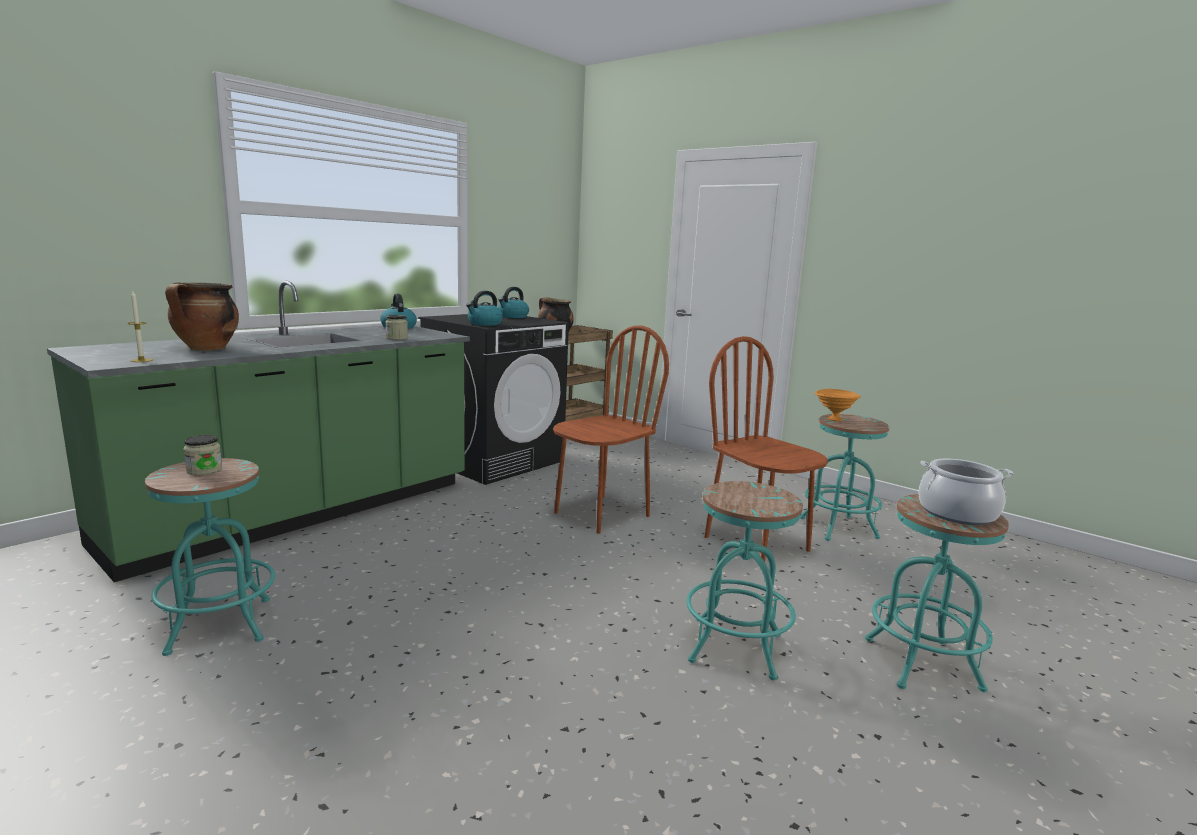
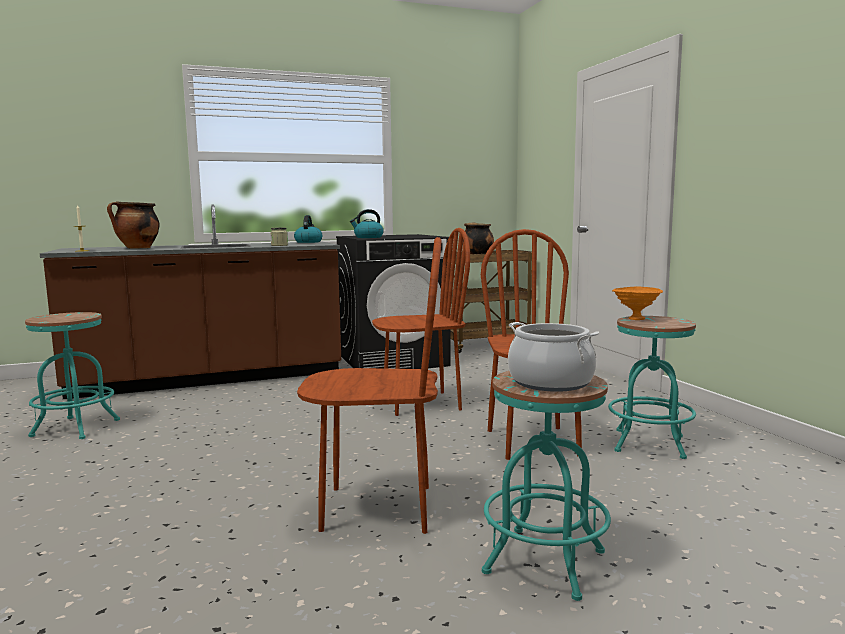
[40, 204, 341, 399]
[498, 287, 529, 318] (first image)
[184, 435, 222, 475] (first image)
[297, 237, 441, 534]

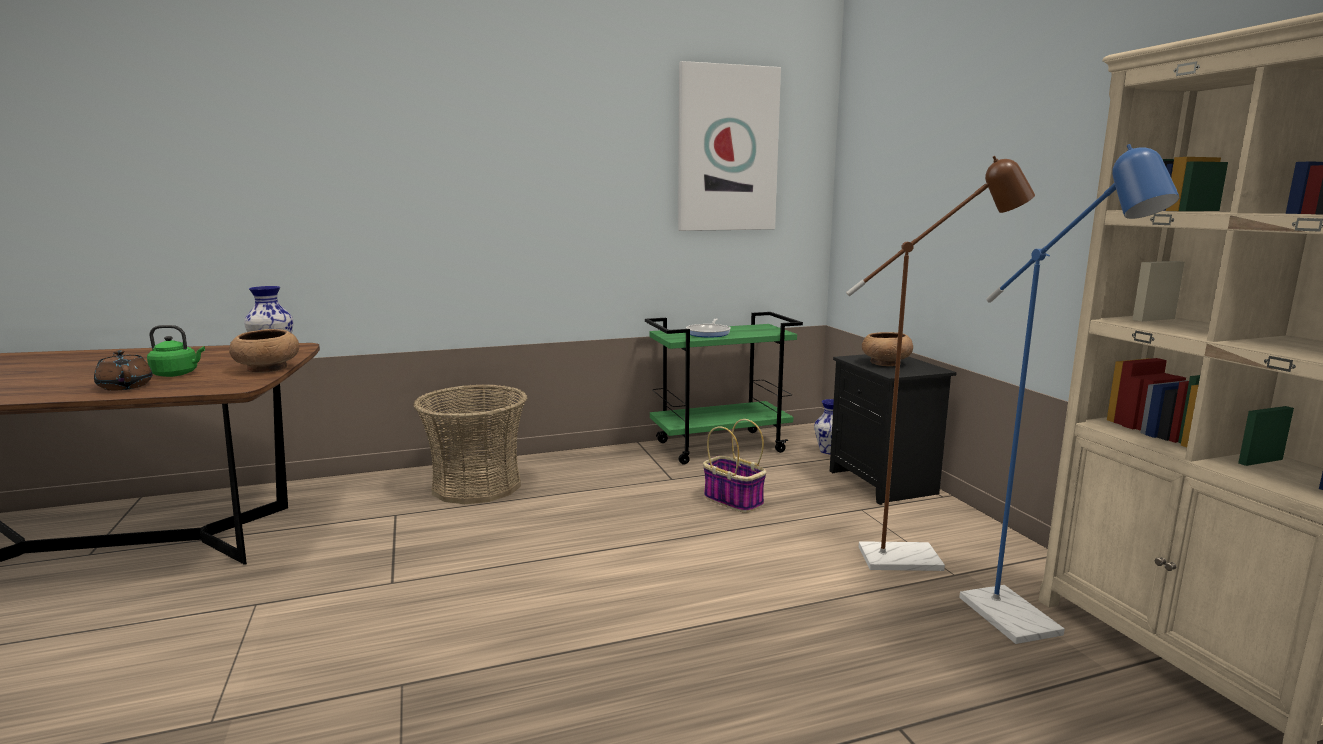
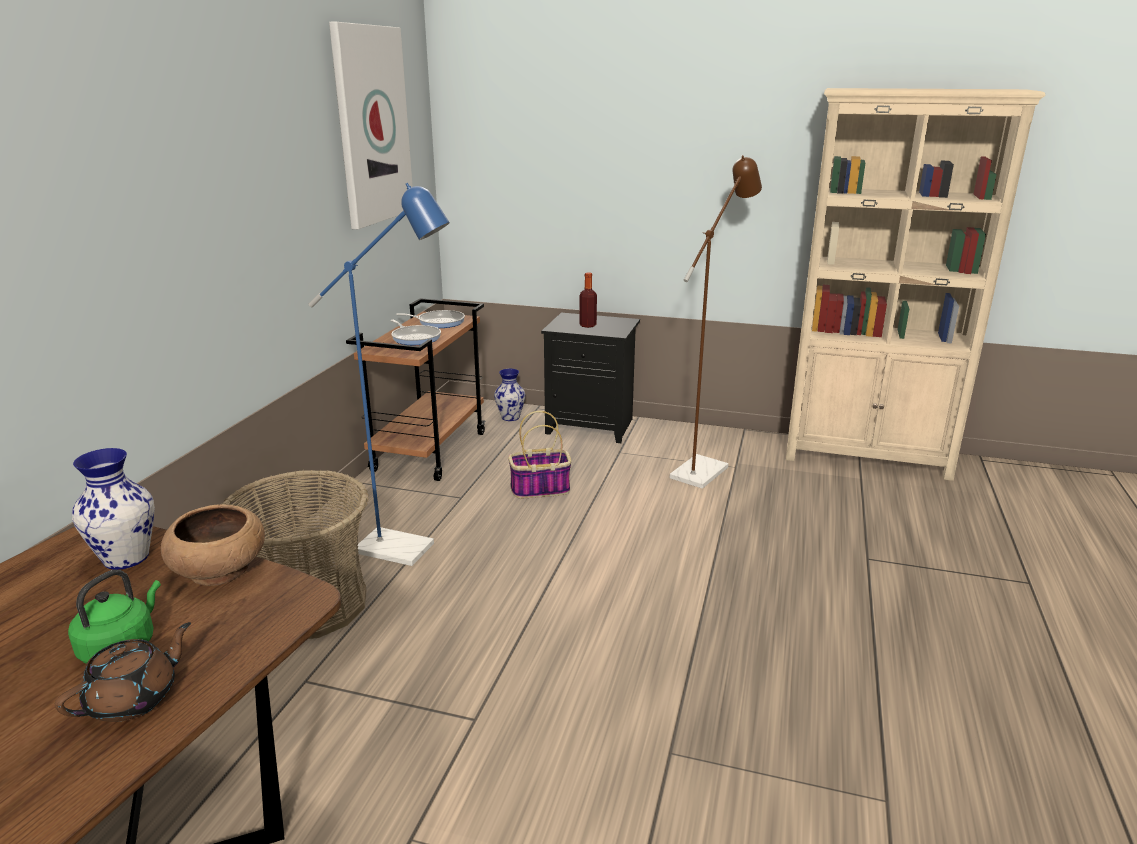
[309, 183, 450, 566]
[346, 298, 485, 481]
[579, 272, 597, 328]
[55, 622, 191, 722]
[396, 310, 465, 328]

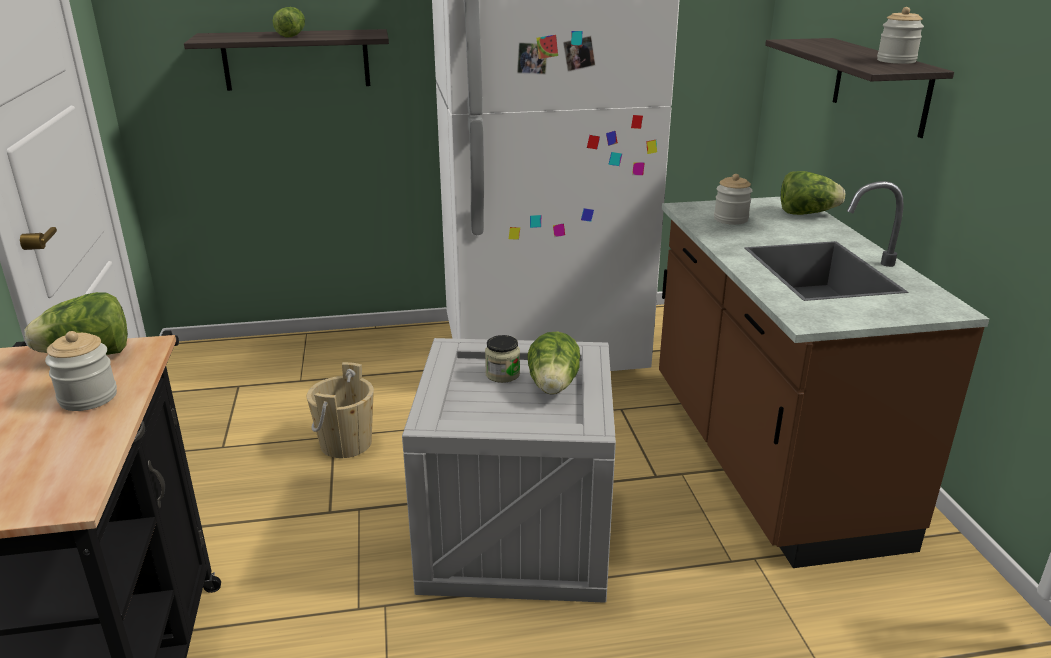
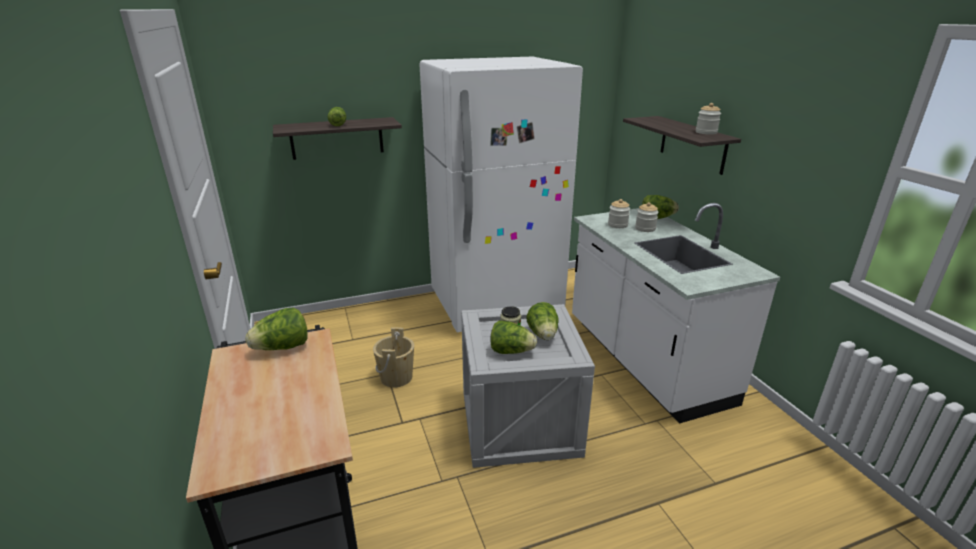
[572, 203, 780, 424]
[635, 202, 659, 232]
[490, 321, 537, 354]

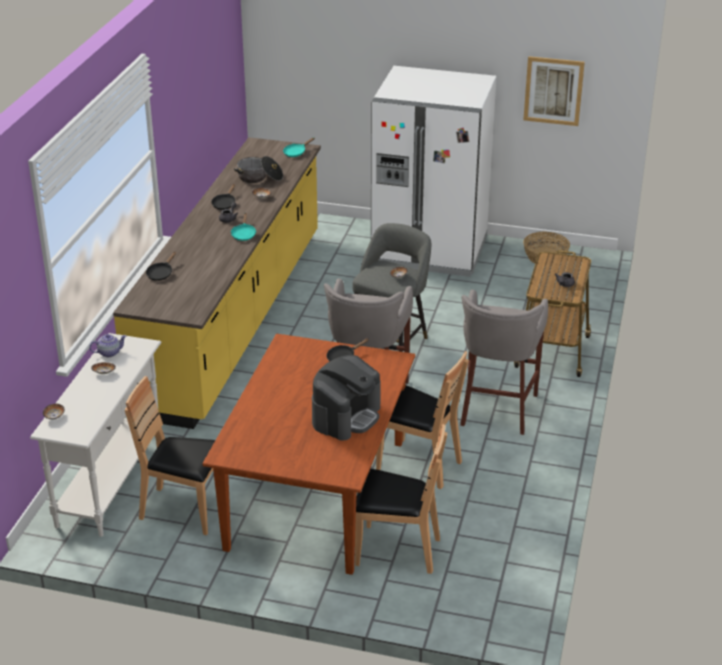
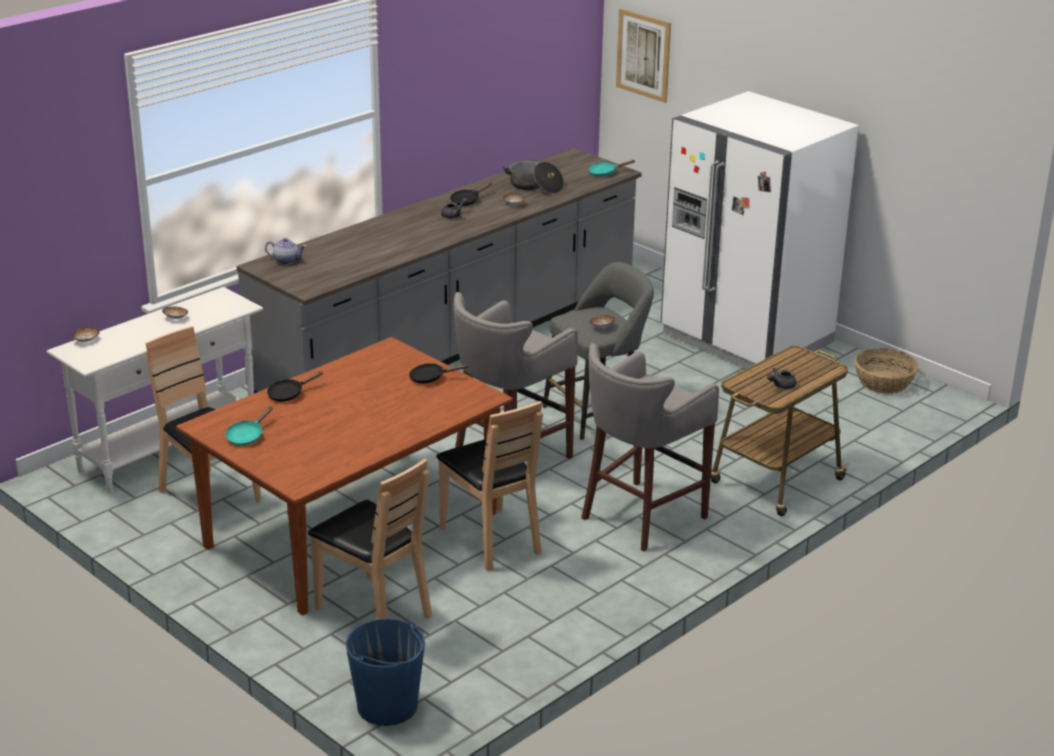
[616, 9, 671, 103]
[236, 148, 642, 396]
[225, 406, 273, 446]
[267, 371, 323, 402]
[265, 238, 306, 265]
[312, 355, 381, 440] (first image)
[345, 618, 425, 726]

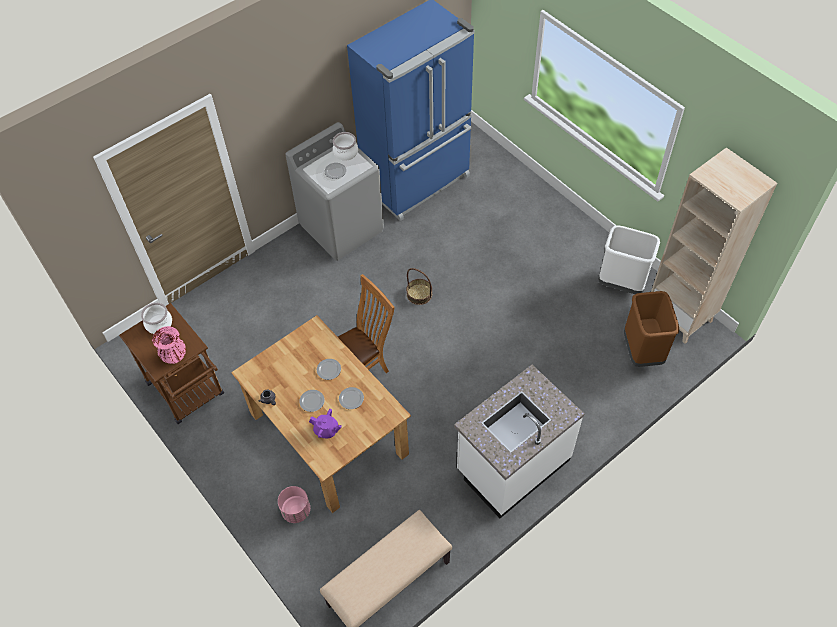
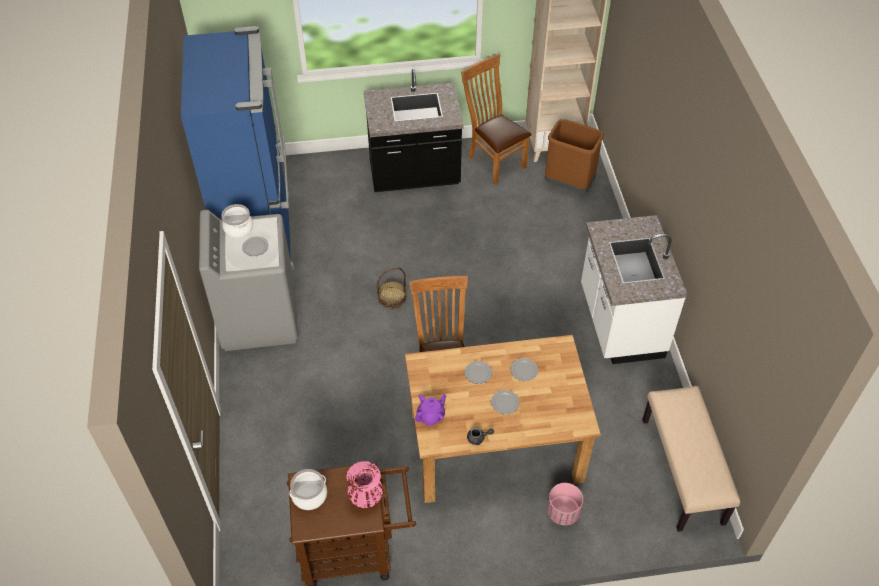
[461, 54, 532, 185]
[415, 394, 446, 426]
[364, 69, 464, 192]

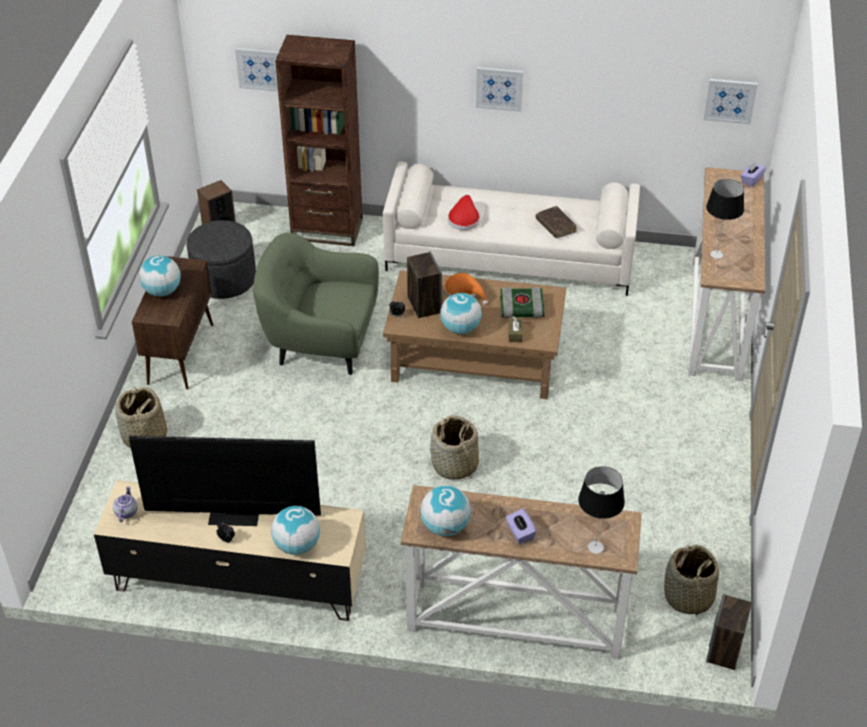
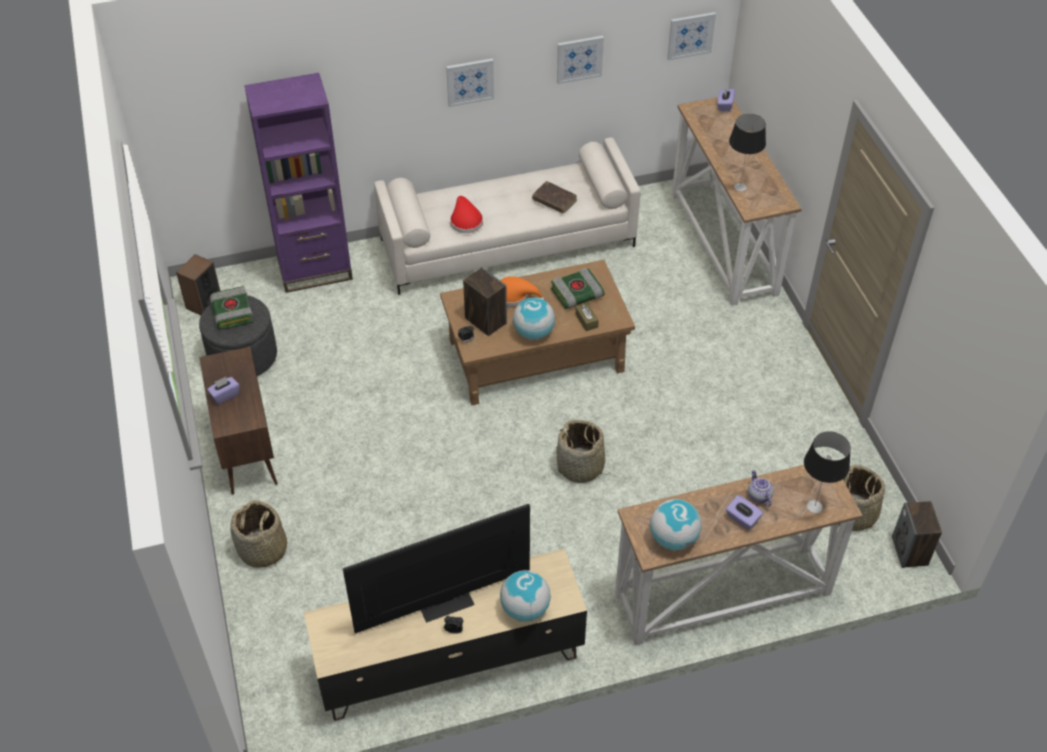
[244, 73, 353, 293]
[557, 36, 604, 84]
[253, 233, 379, 375] (first image)
[207, 377, 240, 404]
[748, 469, 773, 507]
[210, 286, 253, 329]

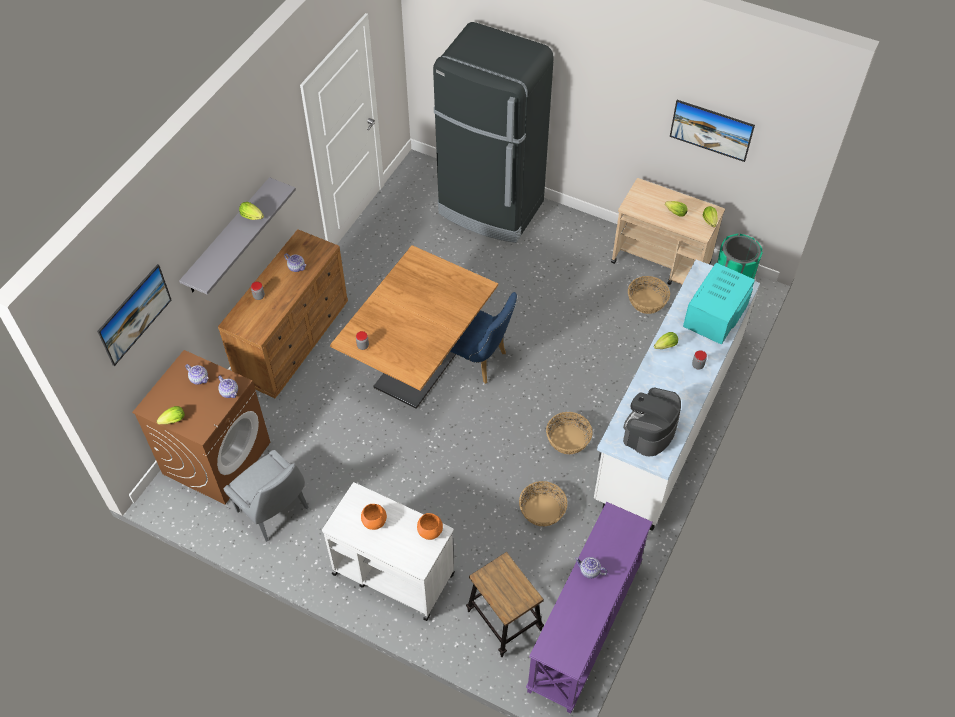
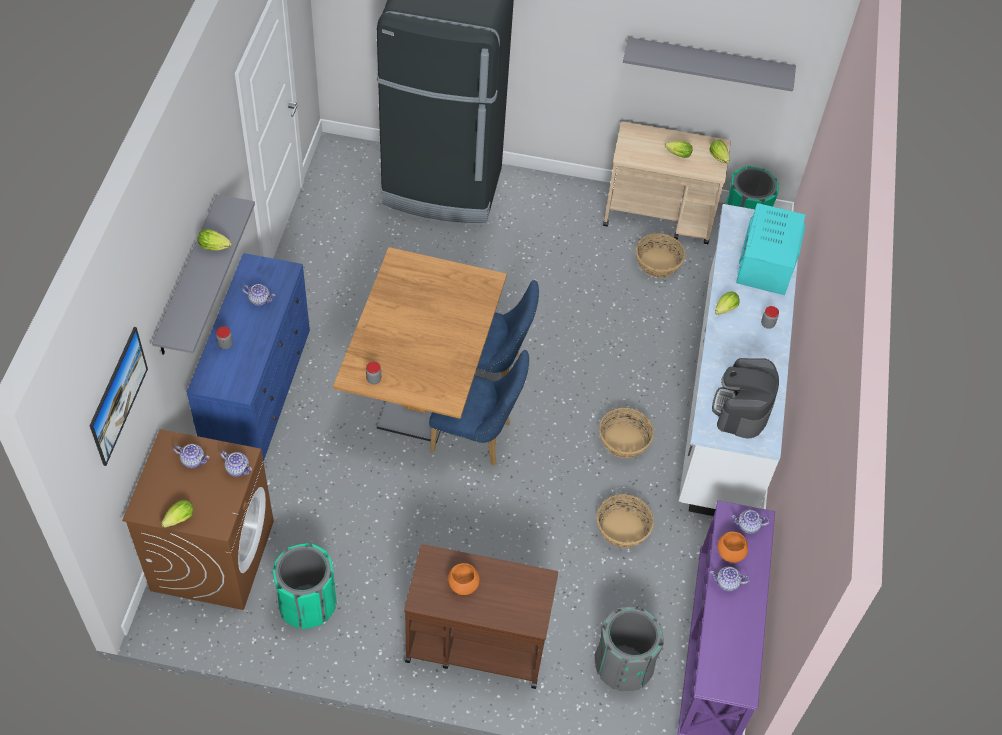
[623, 37, 796, 92]
[187, 253, 310, 462]
[272, 543, 337, 629]
[404, 544, 558, 689]
[717, 532, 748, 563]
[595, 607, 664, 691]
[429, 350, 529, 465]
[732, 510, 770, 534]

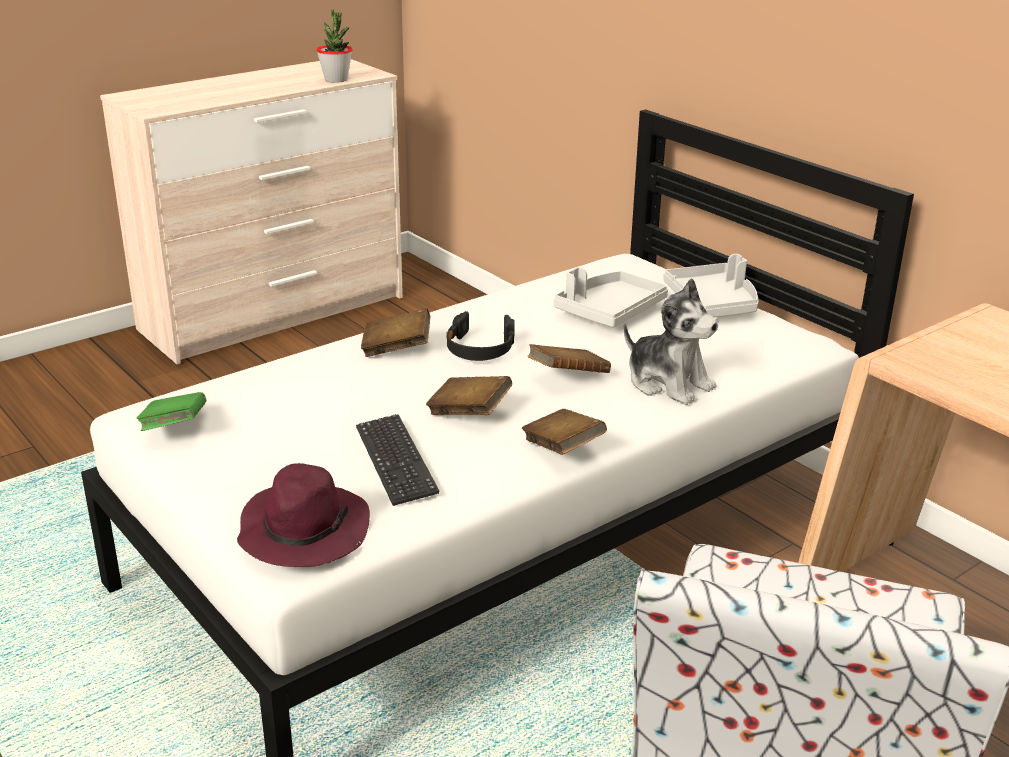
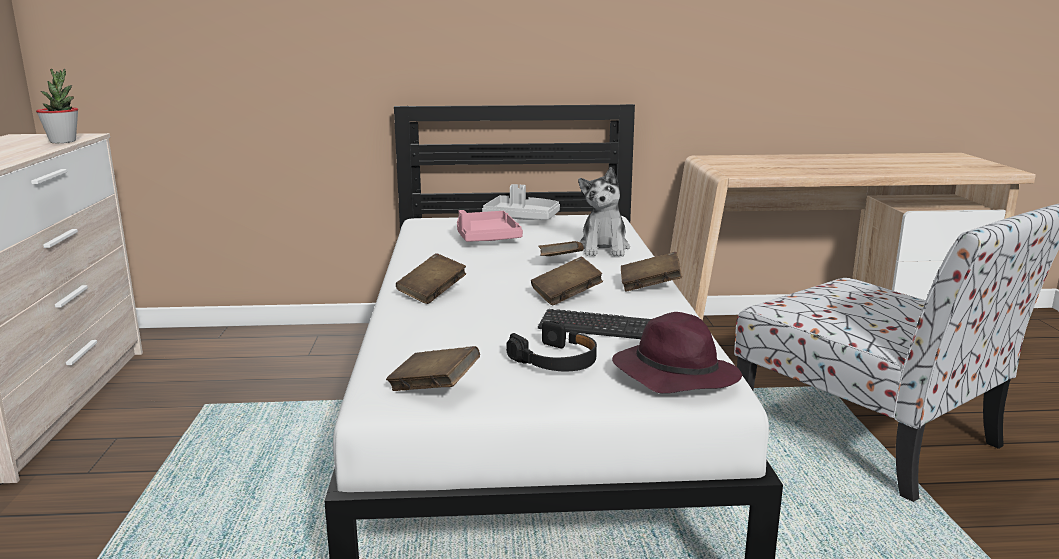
[457, 210, 523, 242]
[578, 167, 630, 257]
[506, 321, 597, 371]
[386, 346, 480, 391]

